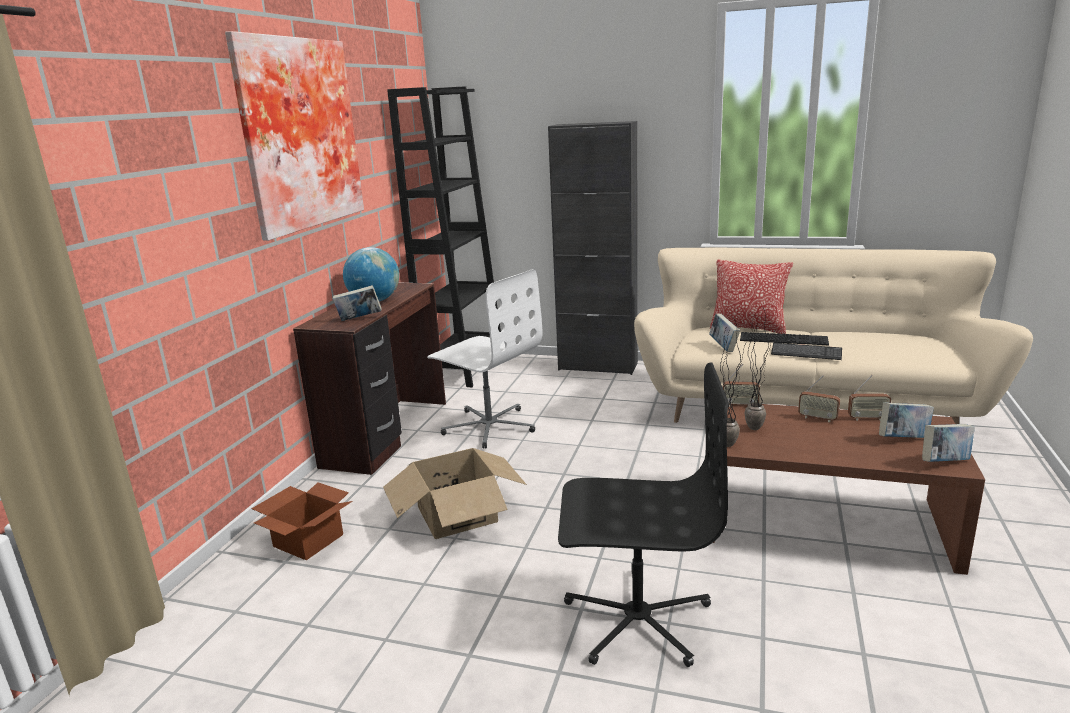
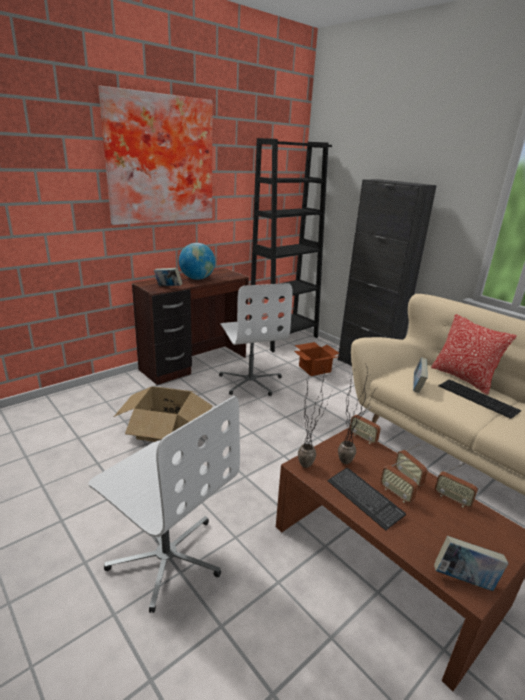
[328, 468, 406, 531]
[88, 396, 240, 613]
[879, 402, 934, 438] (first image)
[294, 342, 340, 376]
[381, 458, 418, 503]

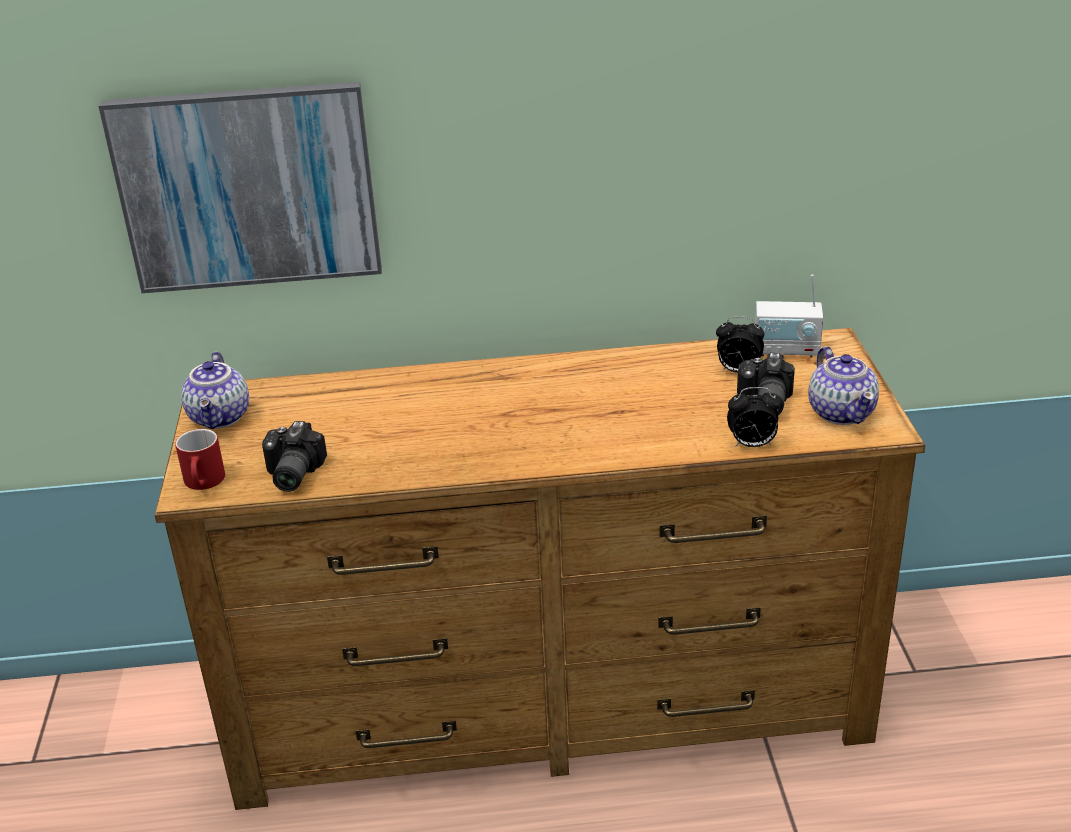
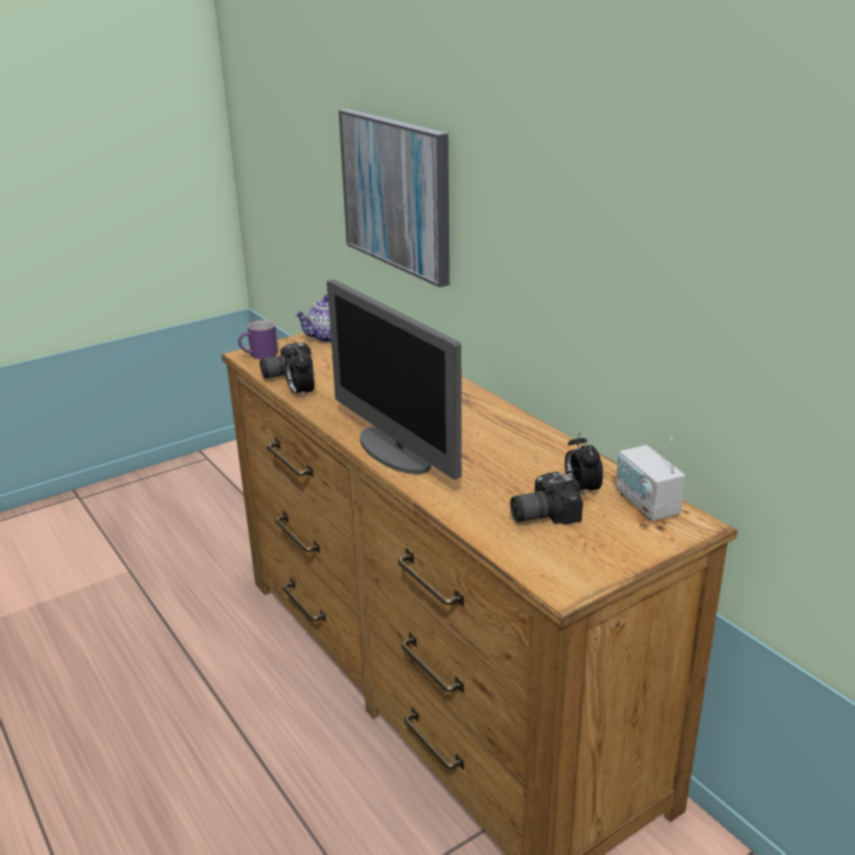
[808, 346, 879, 425] (first image)
[285, 346, 315, 398]
[238, 320, 278, 359]
[327, 280, 462, 480]

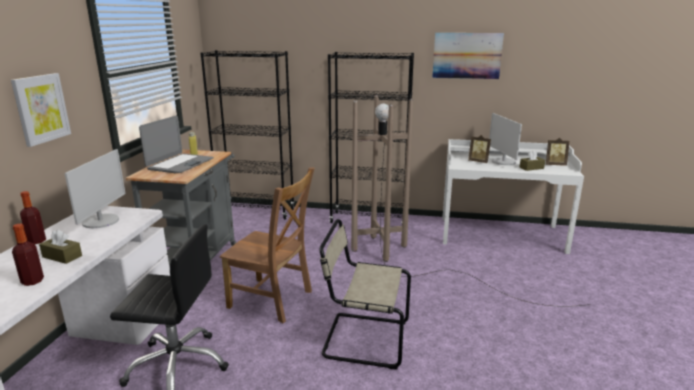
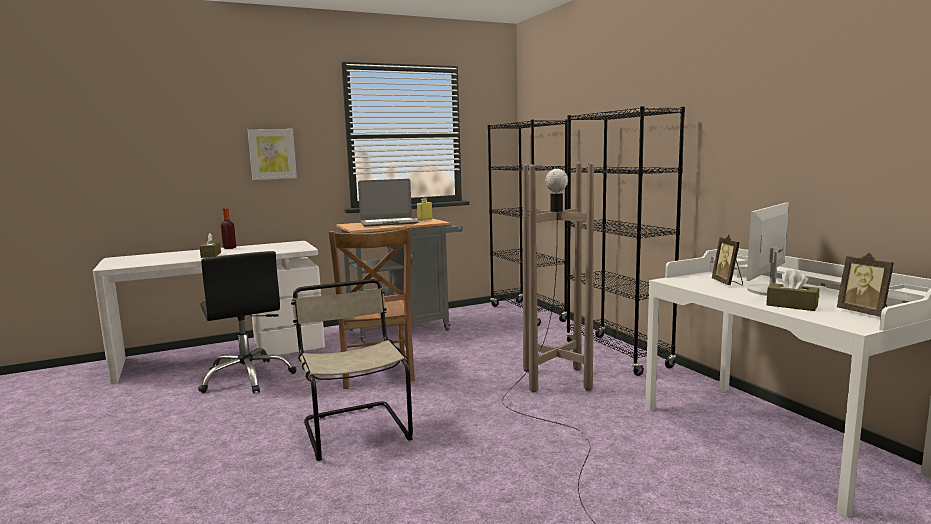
[432, 33, 504, 79] (first image)
[64, 149, 126, 228] (first image)
[12, 224, 44, 286] (first image)

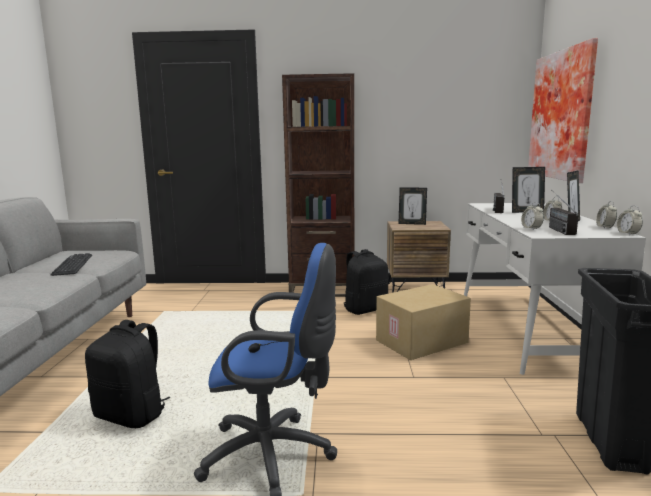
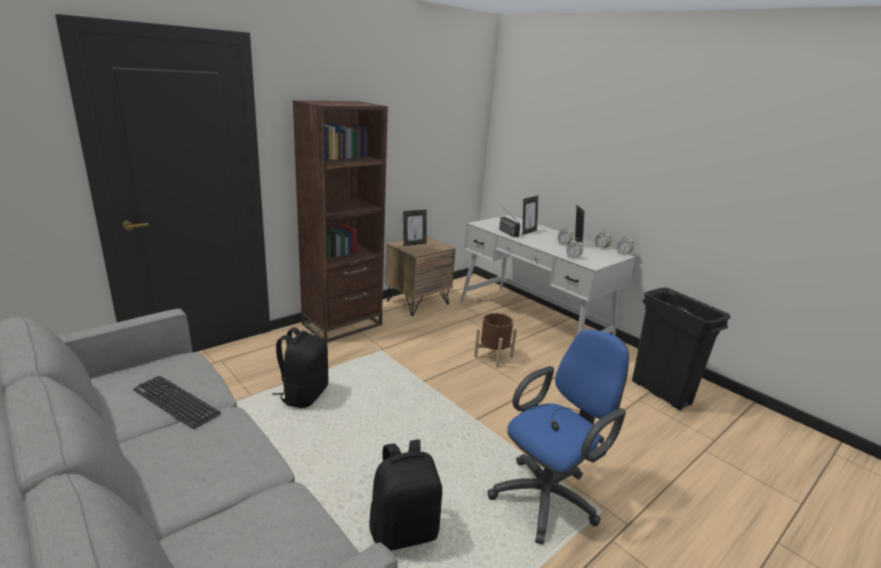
[528, 38, 598, 183] (first image)
[549, 190, 578, 235] (first image)
[272, 328, 328, 408]
[474, 313, 517, 368]

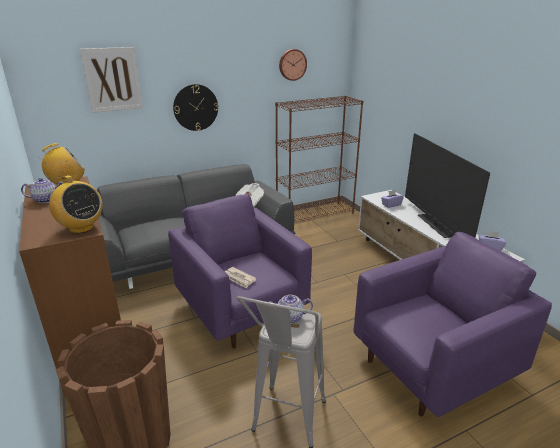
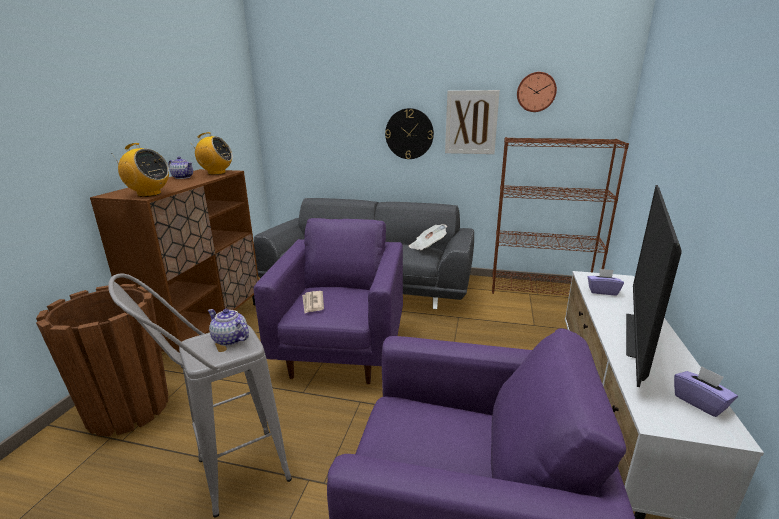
[445, 90, 500, 154]
[111, 143, 169, 197]

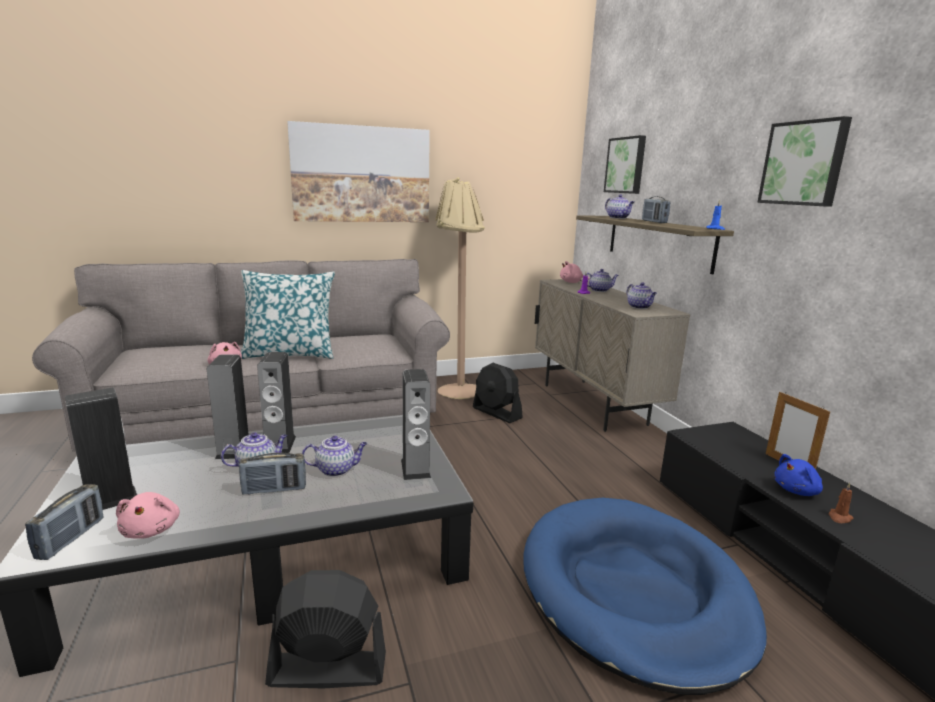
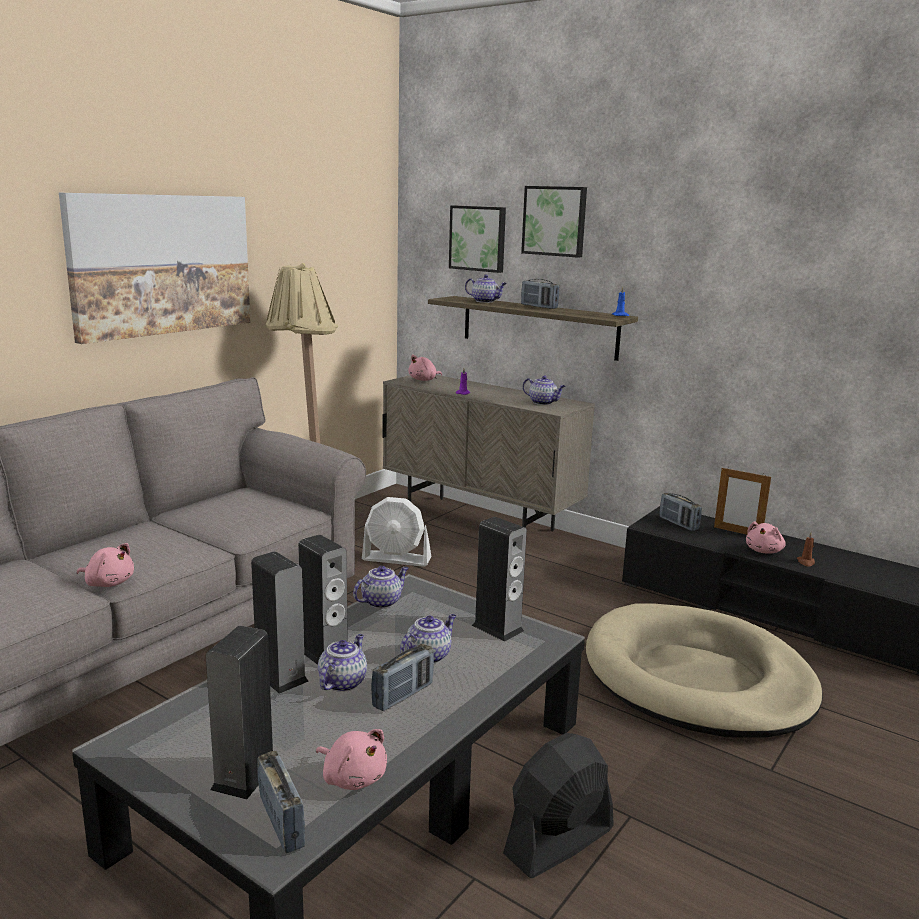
[521, 186, 587, 258]
[353, 566, 408, 609]
[241, 270, 335, 359] (first image)
[362, 497, 431, 567]
[746, 521, 786, 554]
[586, 603, 823, 737]
[659, 493, 702, 531]

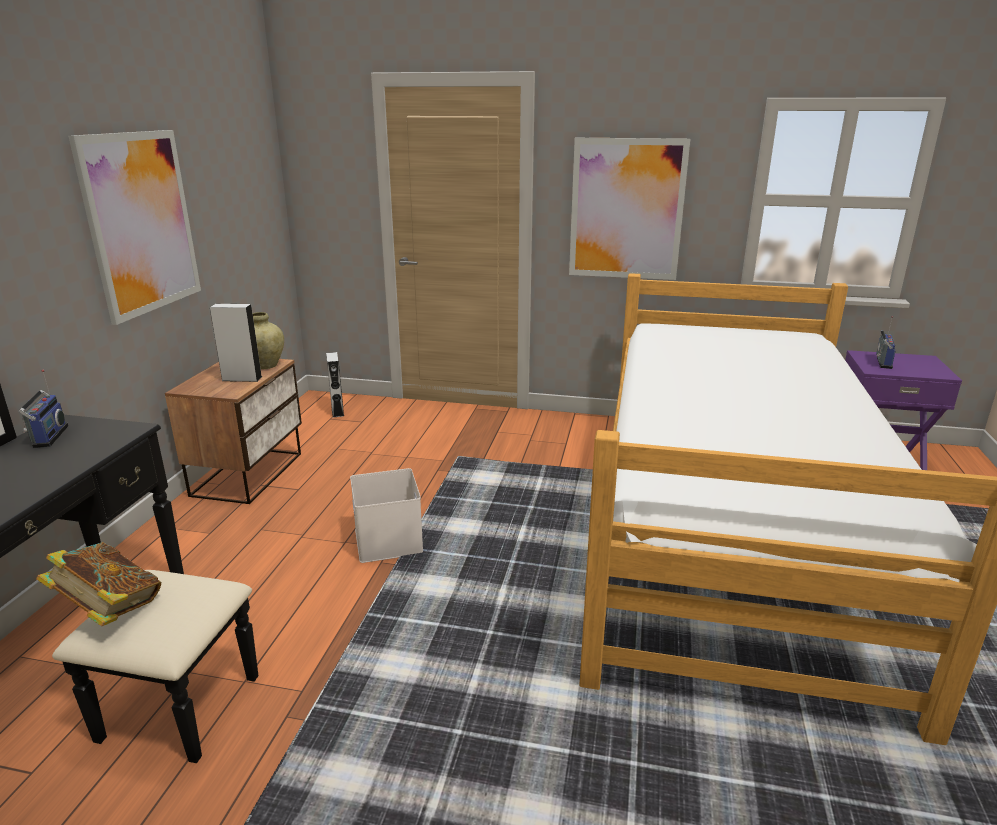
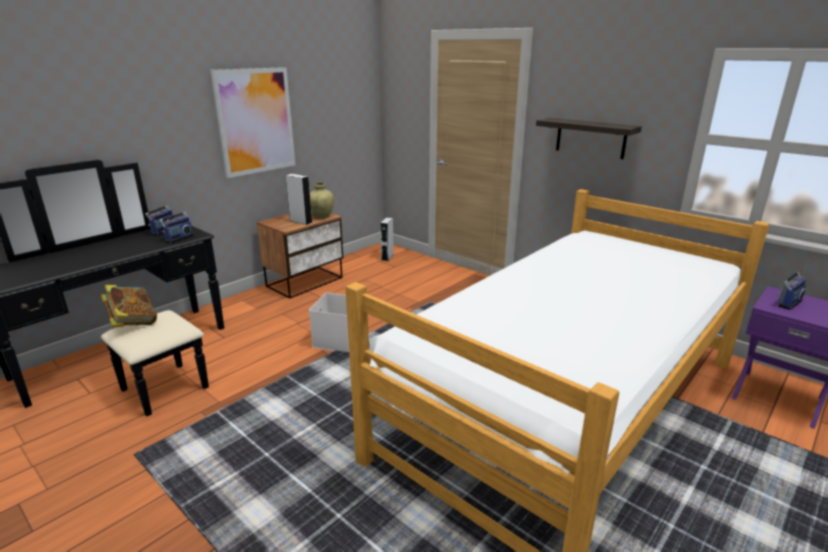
[536, 118, 642, 159]
[159, 201, 194, 243]

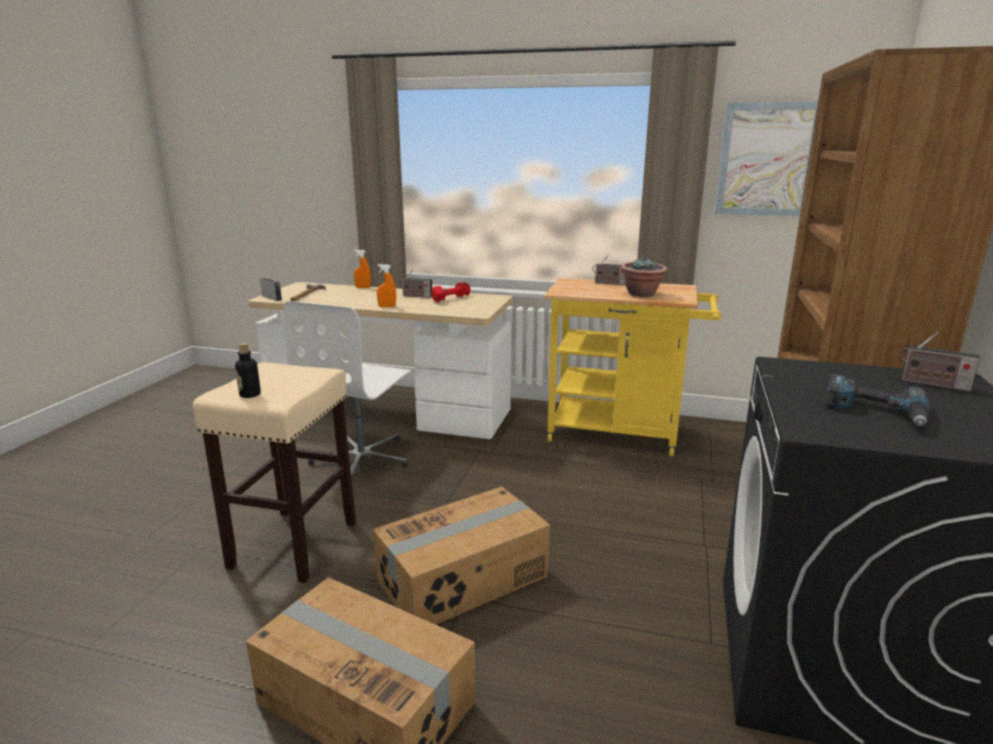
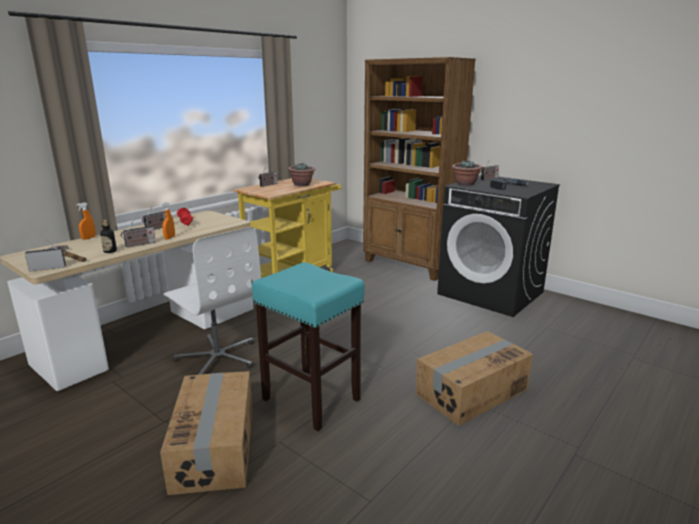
[714, 101, 818, 216] (first image)
[100, 220, 117, 253]
[252, 262, 365, 431]
[160, 371, 252, 495]
[452, 160, 483, 186]
[121, 221, 156, 248]

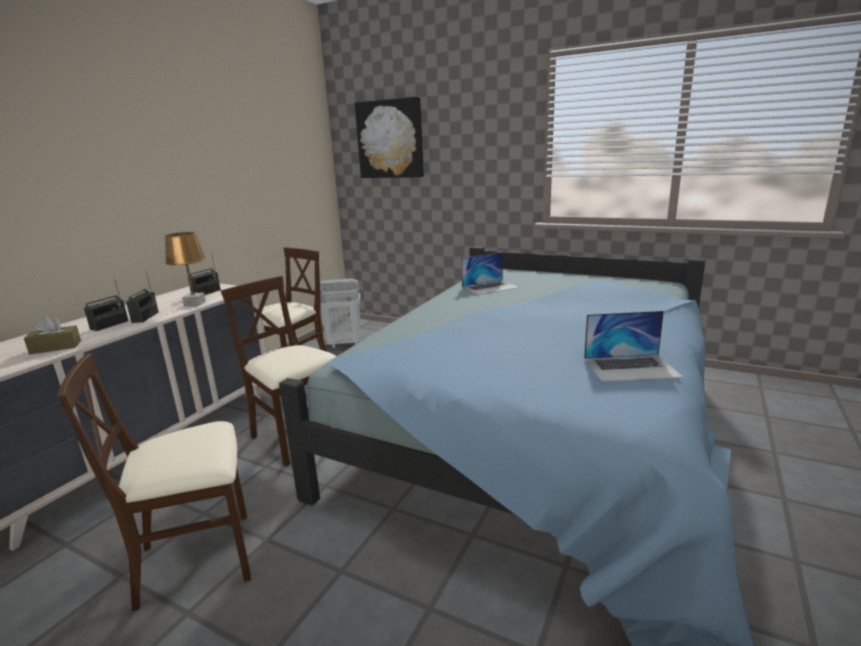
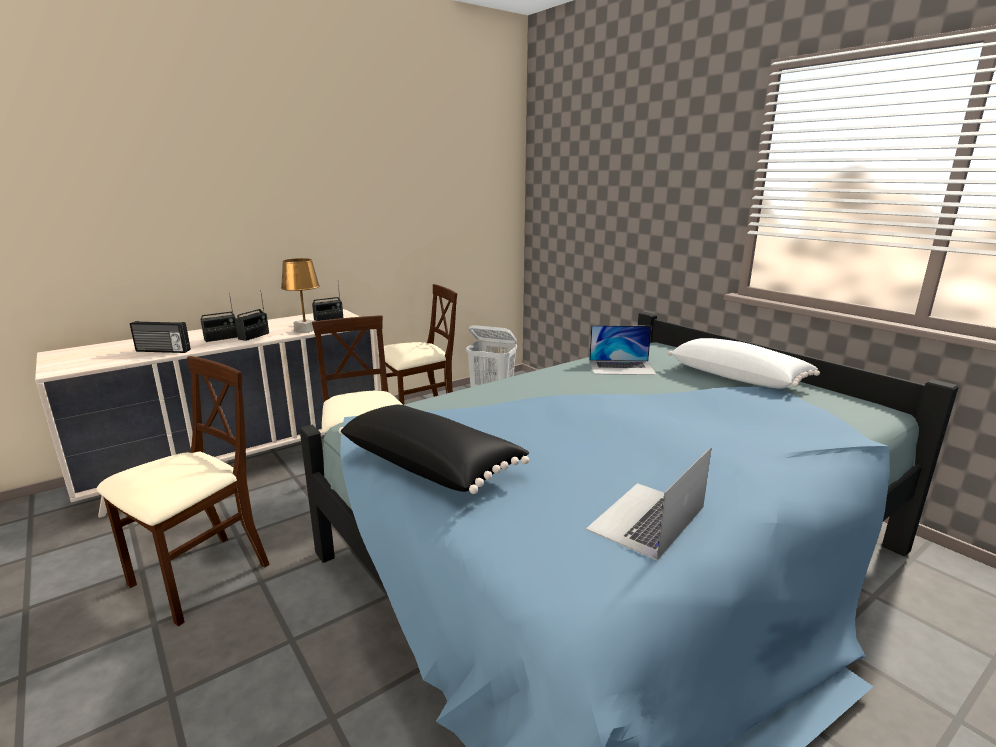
[355, 97, 424, 178] (first image)
[586, 447, 712, 561]
[130, 321, 191, 353]
[96, 356, 270, 626]
[668, 338, 820, 389]
[339, 404, 529, 494]

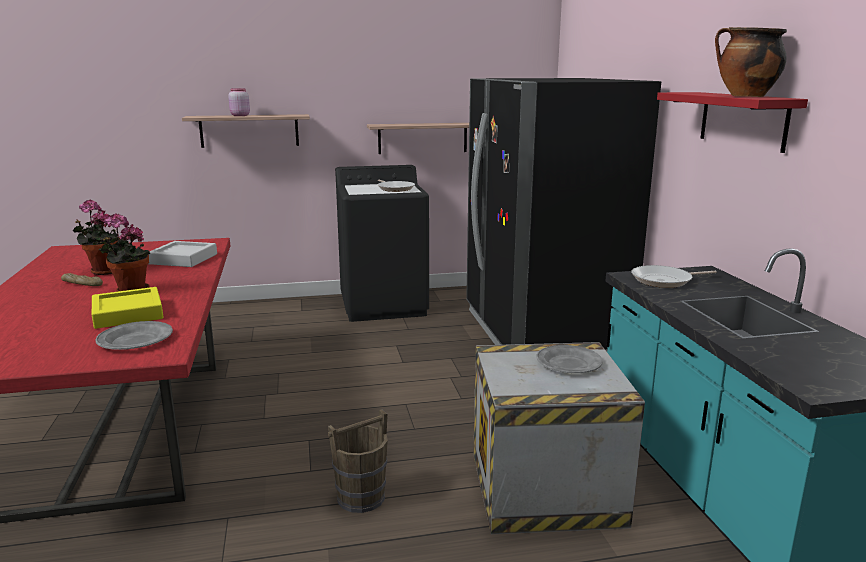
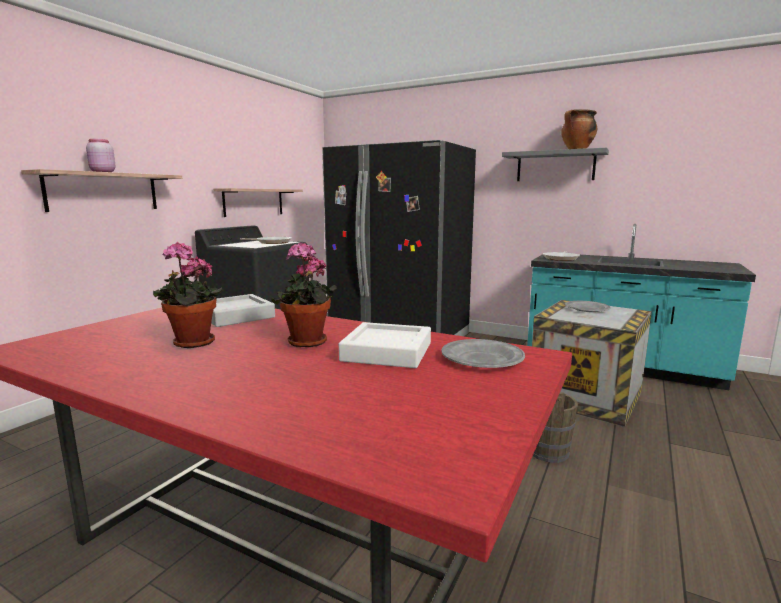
[502, 148, 609, 181]
[61, 273, 103, 286] (first image)
[339, 322, 431, 368]

